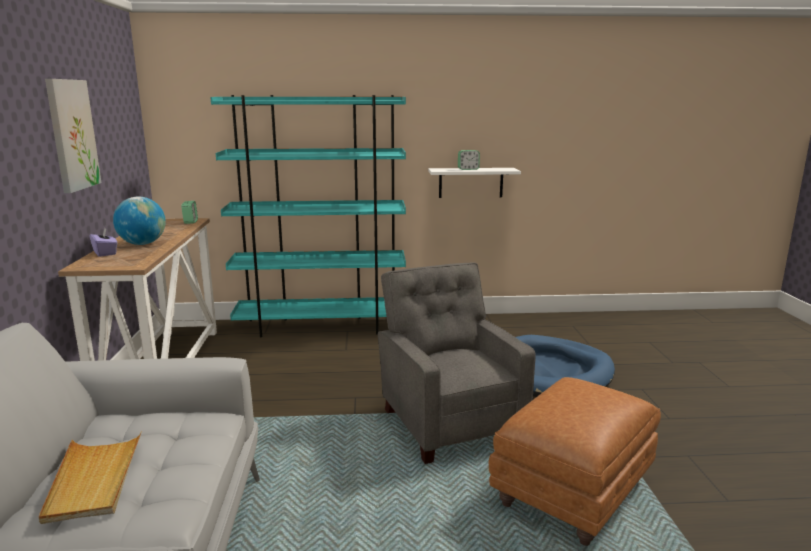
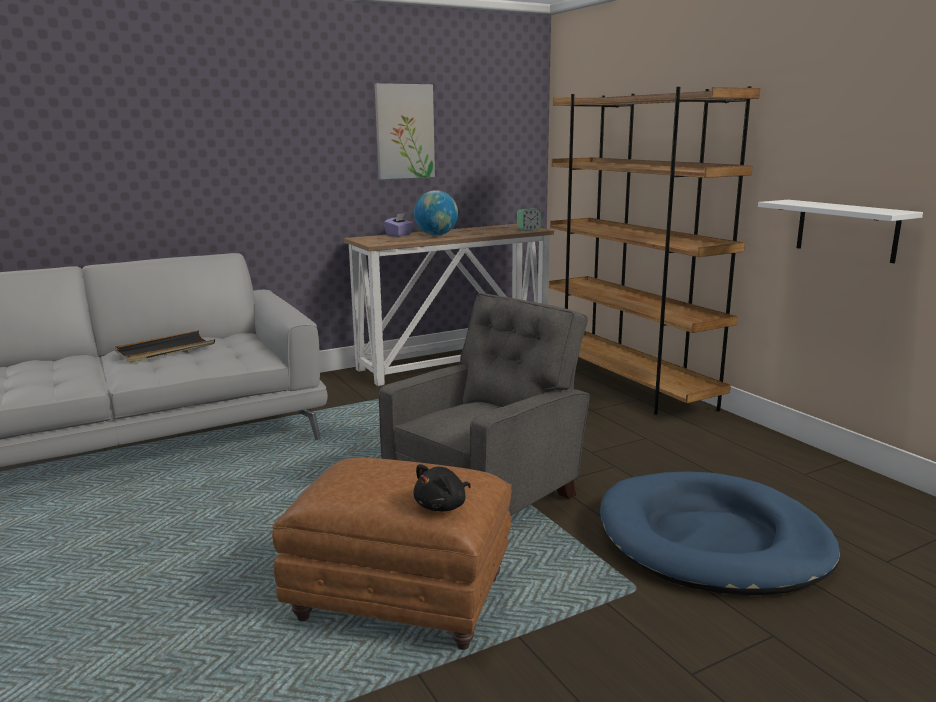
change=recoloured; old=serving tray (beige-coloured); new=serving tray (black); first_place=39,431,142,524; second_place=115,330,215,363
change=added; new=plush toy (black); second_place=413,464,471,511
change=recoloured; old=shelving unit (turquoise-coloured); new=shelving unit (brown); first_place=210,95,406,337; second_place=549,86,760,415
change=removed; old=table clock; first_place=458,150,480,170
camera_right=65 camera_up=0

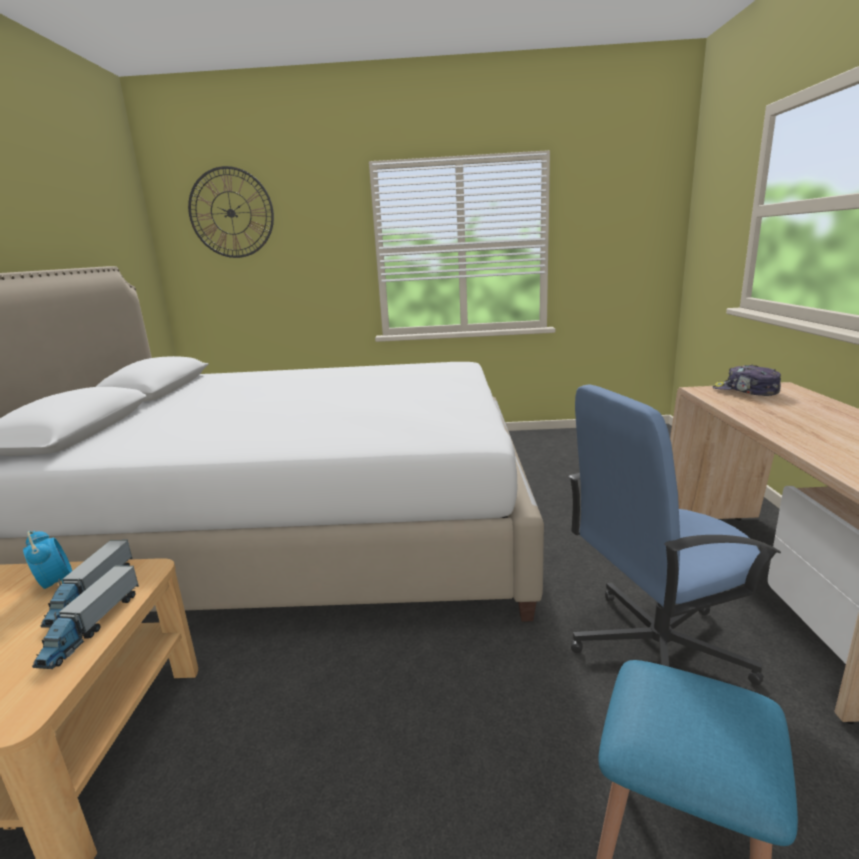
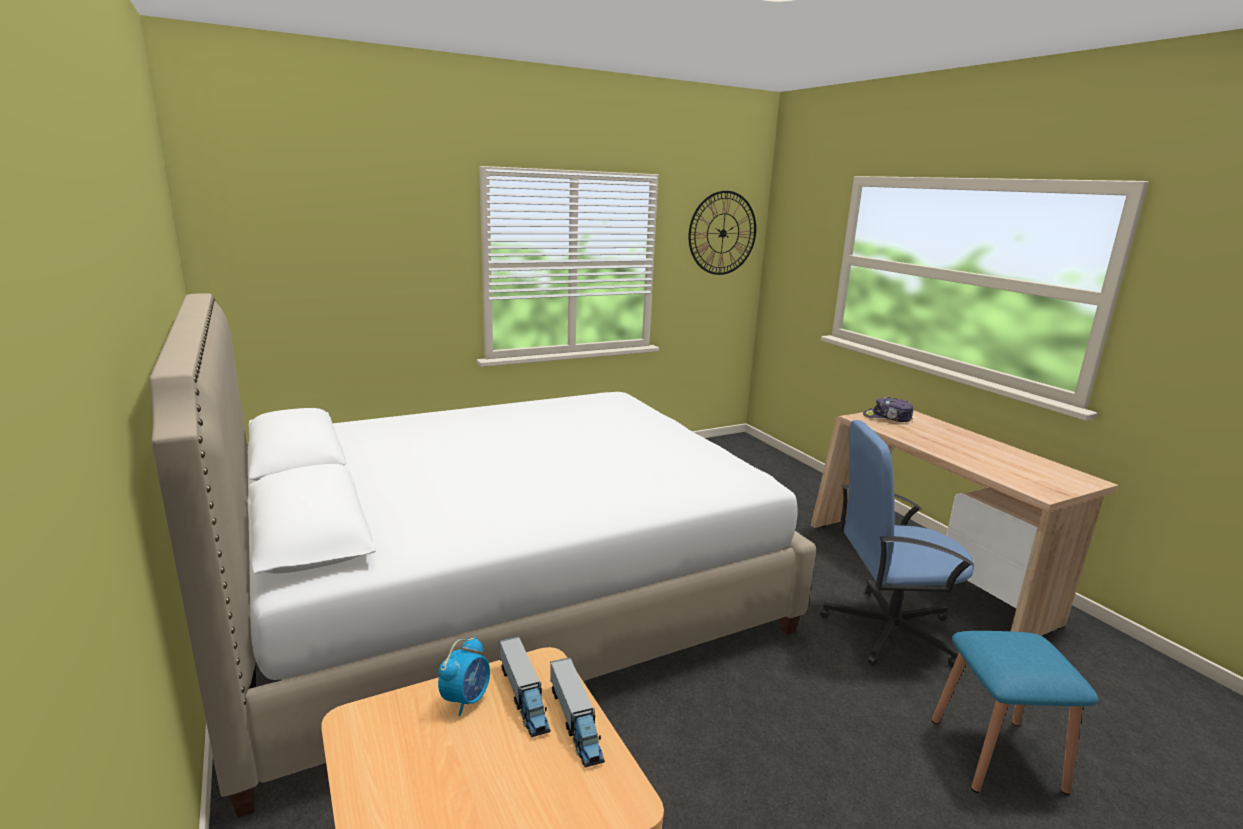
change=turned; old=table clock; first_place=23,531,72,589; second_place=438,636,490,716; degrees=90
change=moved; old=hanging clock; first_place=188,166,274,258; second_place=688,191,756,275
change=turned; old=office chair (blue-coloured); first_place=568,384,781,685; second_place=820,420,974,668; degrees=45
camera_right=-30 camera_up=0

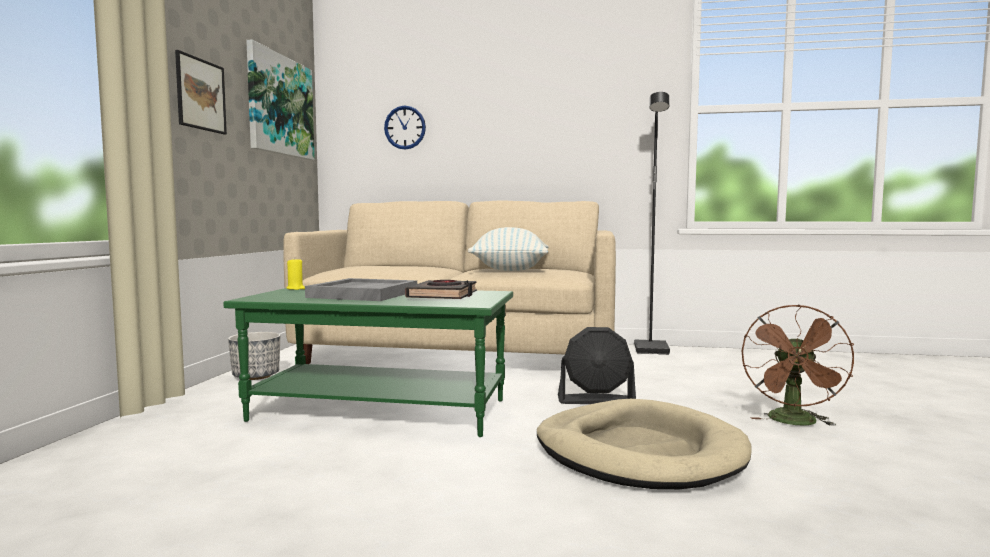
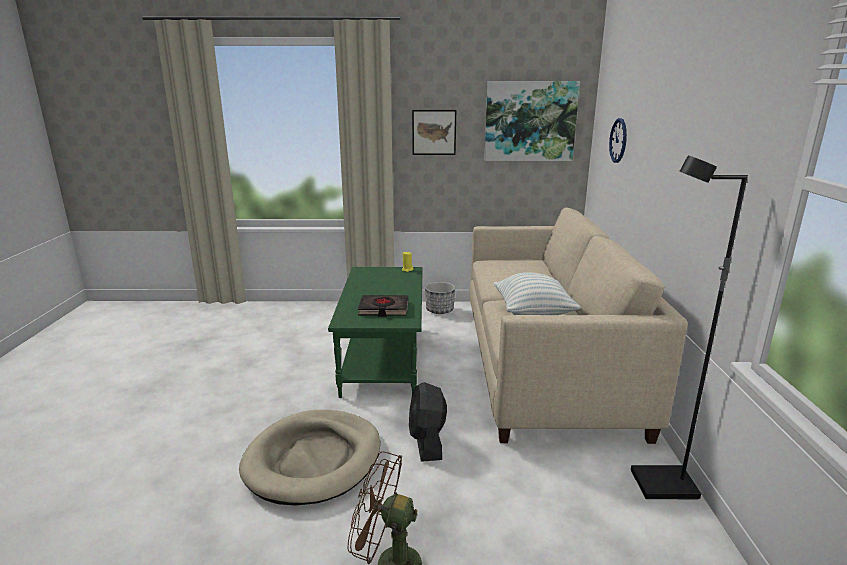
change=removed; old=serving tray (gray); first_place=305,278,417,301
camera_right=80 camera_up=15

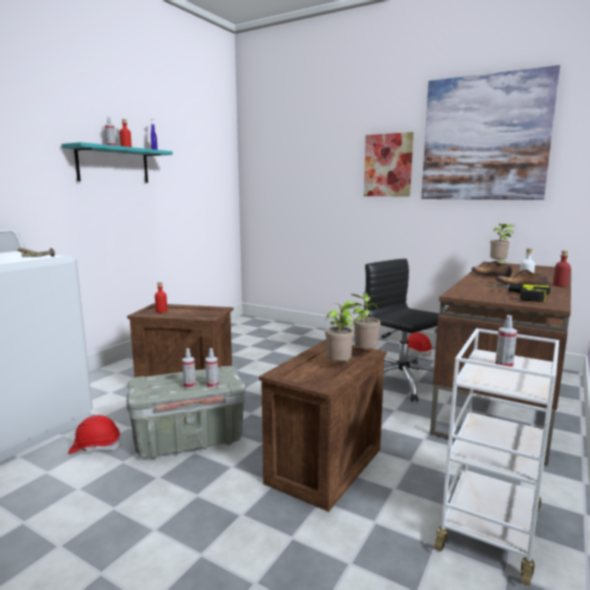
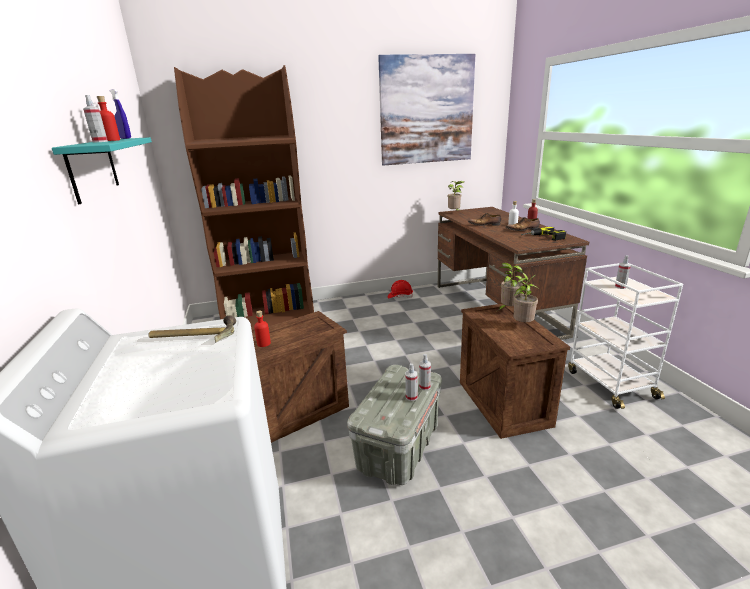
change=added; new=shelving unit (brown); second_place=174,65,314,331
change=removed; old=safety helmet (red); first_place=68,415,122,454
change=removed; old=wall art; first_place=364,132,414,196
change=removed; old=office chair (black); first_place=364,259,440,402
camera_right=-45 camera_up=10

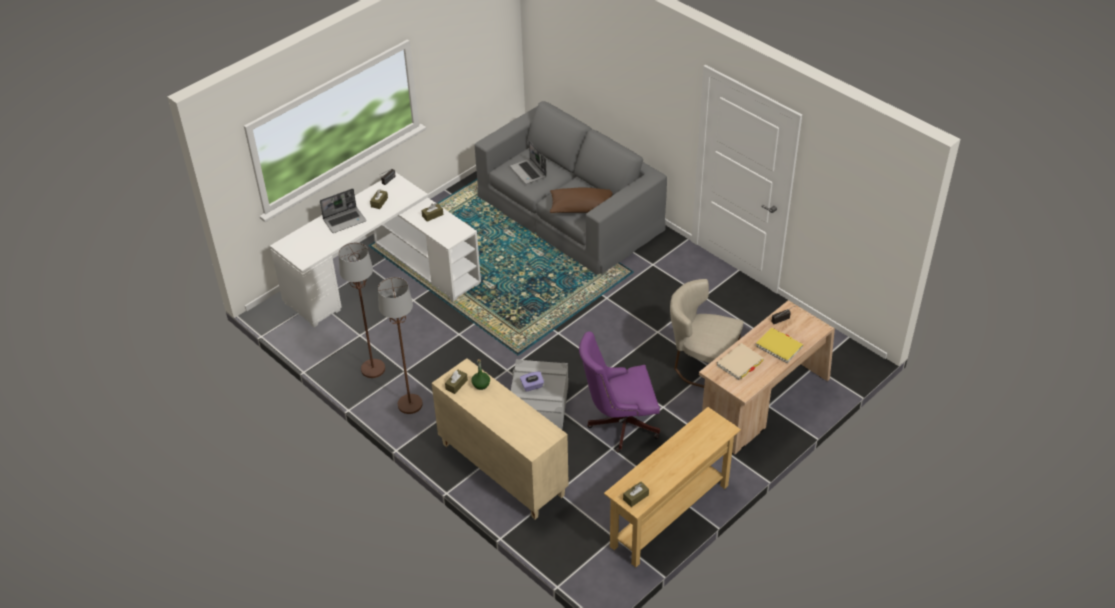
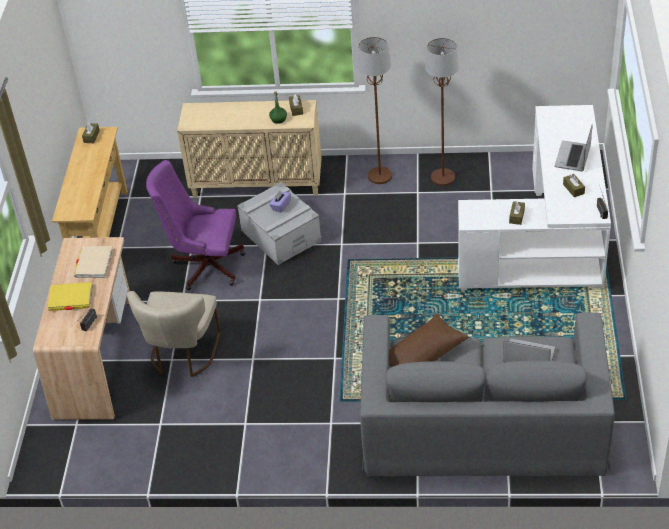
change=turned; old=plain chair (beige-coloured); first_place=670,279,743,388; second_place=127,291,221,377; degrees=120
change=turned; old=office chair (purplish); first_place=579,331,660,452; second_place=146,160,246,290; degrees=-120
camera_right=140 camera_up=0

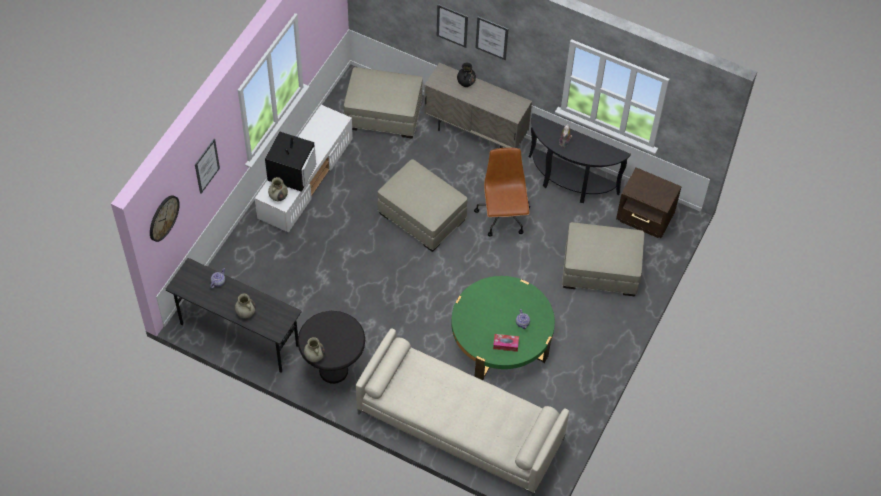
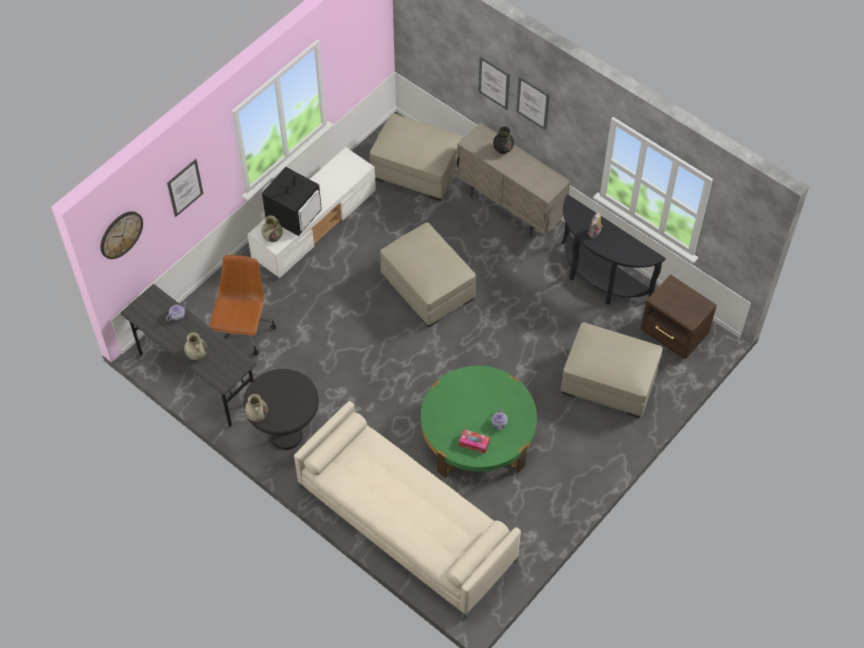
change=moved; old=office chair (brown); first_place=474,147,530,236; second_place=209,255,276,356
camera_right=15 camera_up=0

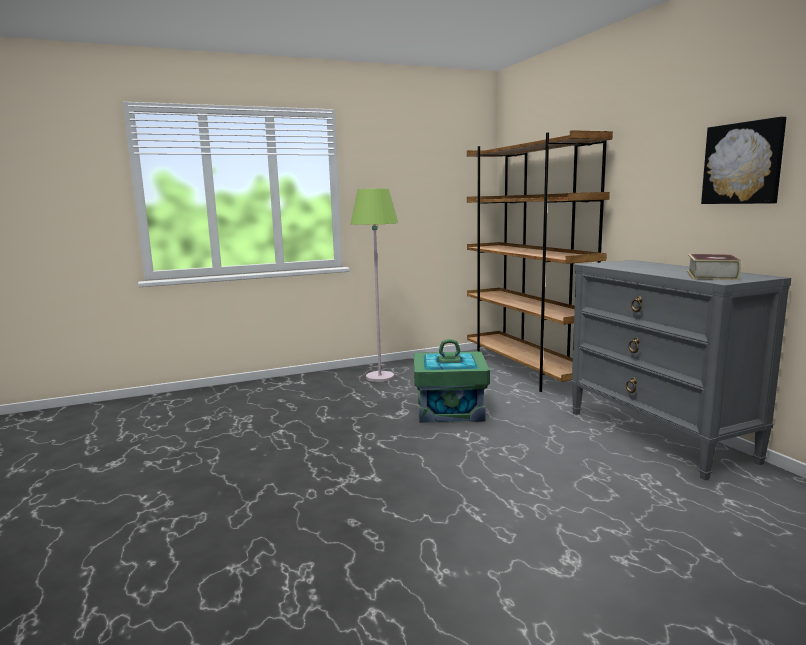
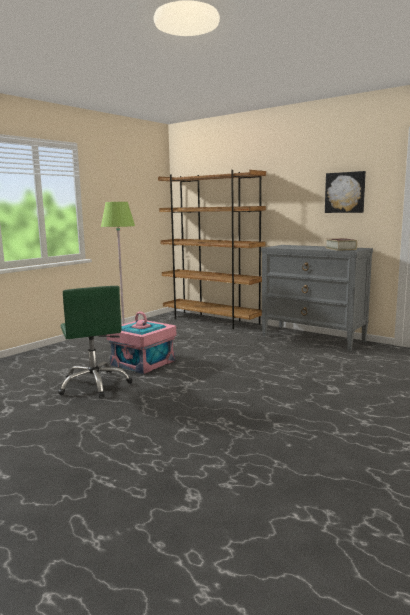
change=added; new=office chair (green-coloured); second_place=58,286,133,398
change=added; new=storage container (pink); second_place=107,311,176,374
change=removed; old=storage container (green-coloured); first_place=414,339,490,423
camera_right=-30 camera_up=0

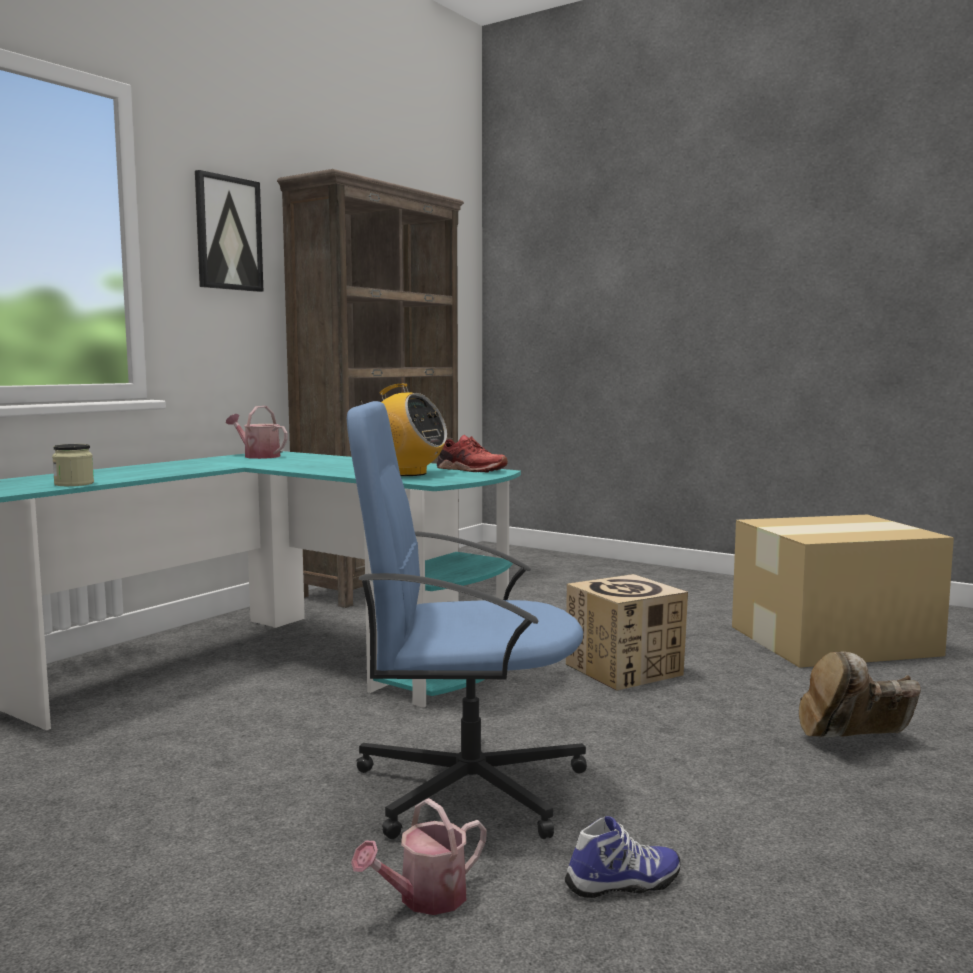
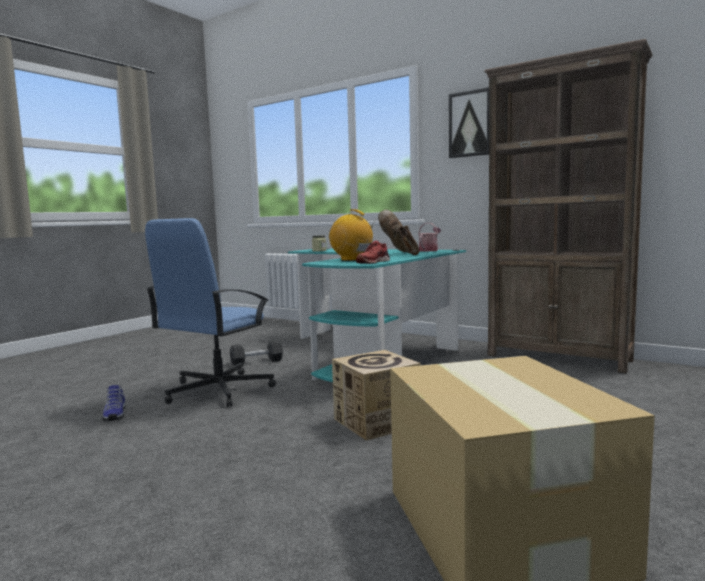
change=turned; old=office chair (blue-coloured); first_place=347,401,587,839; second_place=145,218,276,407; degrees=-150
change=added; new=hand weight (black); second_place=230,340,283,366
change=turned; old=radio; first_place=360,384,447,476; second_place=329,209,376,261; degrees=105
change=moved; old=boot (brown); first_place=799,652,921,737; second_place=378,210,419,255
change=removed; old=sprinkling can; first_place=351,798,487,915
camera_right=90 camera_up=0

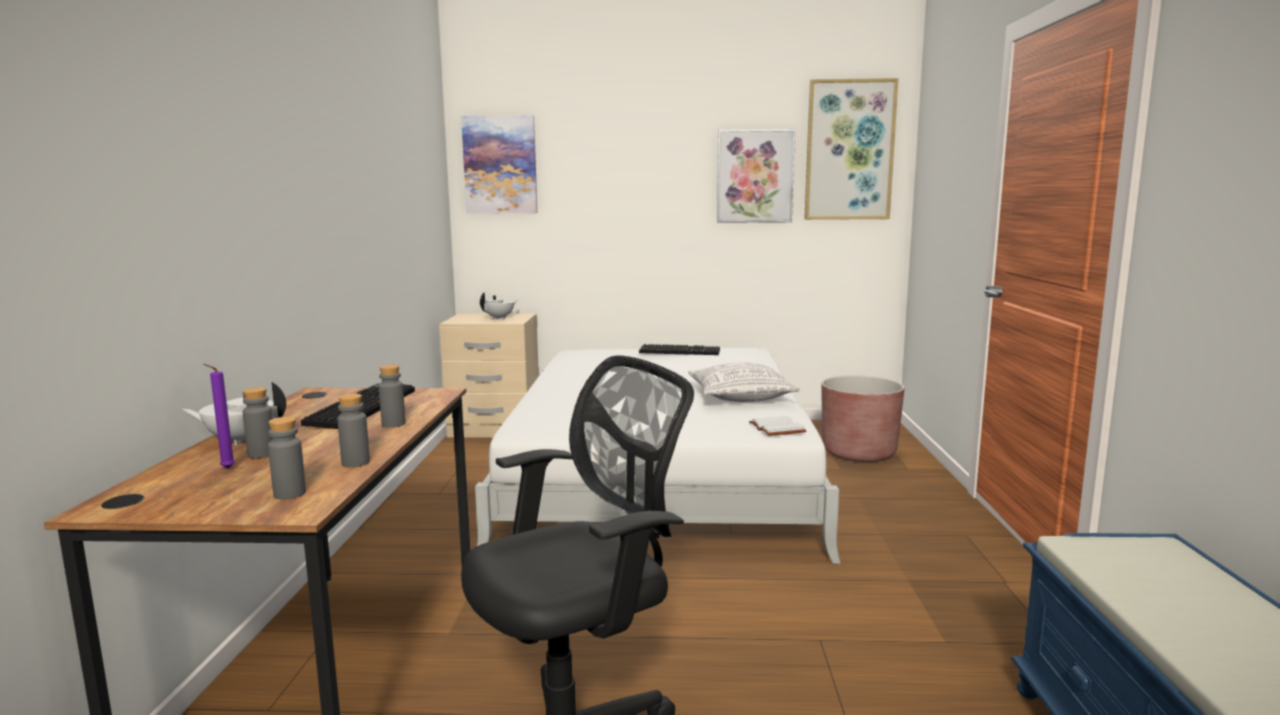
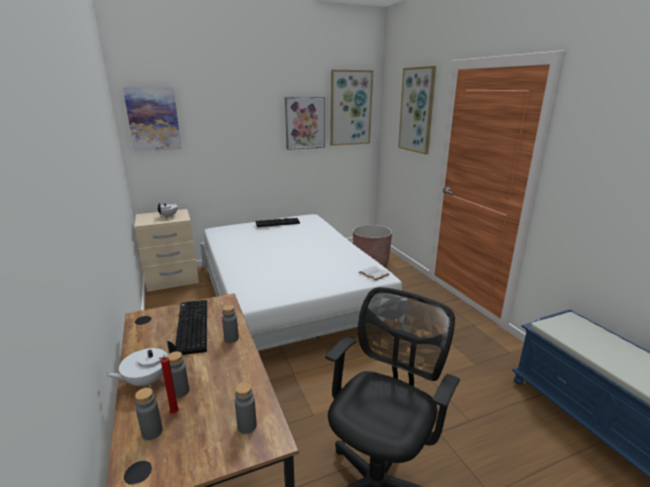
change=moved; old=bottle (gray); first_place=337,394,370,467; second_place=135,388,163,440
change=recoloured; old=wax candle (purplish); new=wax candle (red); first_place=203,364,235,469; second_place=159,357,179,414
change=added; new=wall art; second_place=398,66,436,154
change=removed; old=throw pillow; first_place=688,362,800,402
camera_right=-25 camera_up=10

